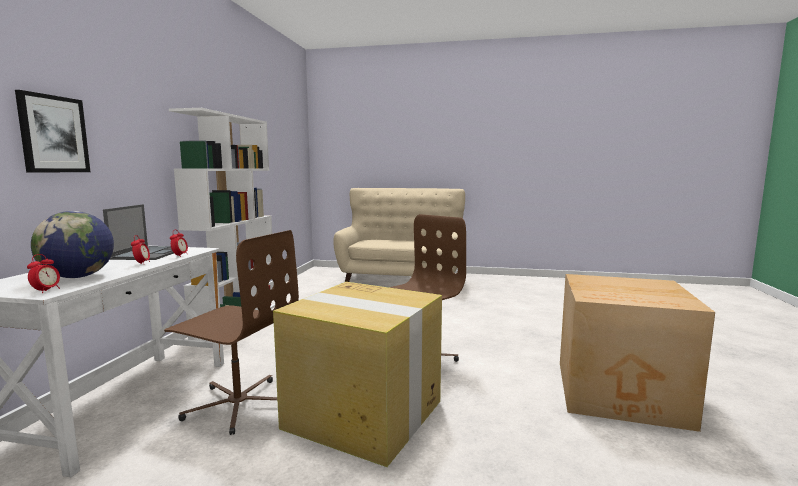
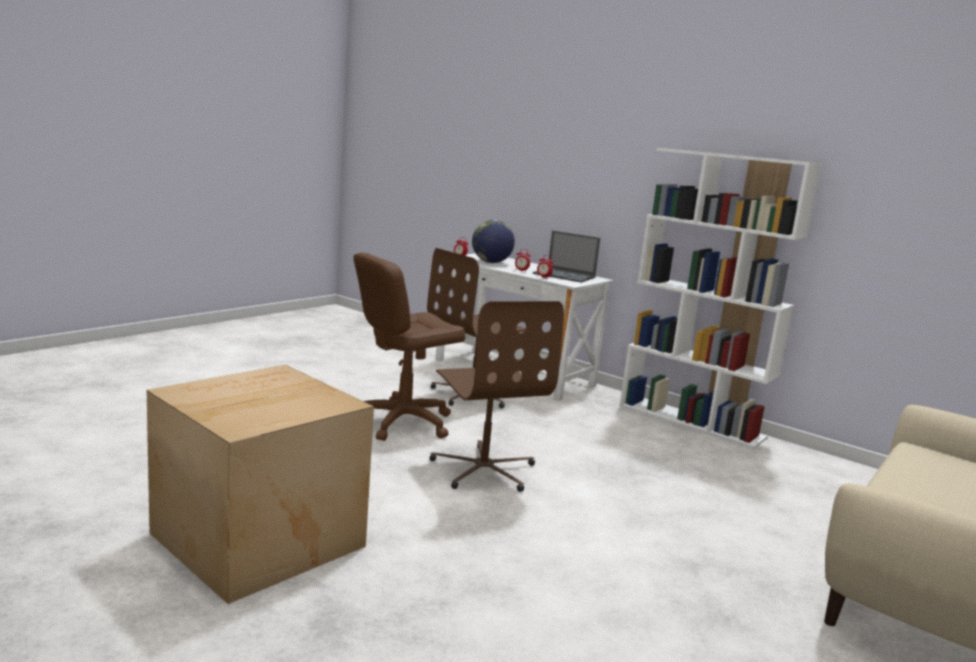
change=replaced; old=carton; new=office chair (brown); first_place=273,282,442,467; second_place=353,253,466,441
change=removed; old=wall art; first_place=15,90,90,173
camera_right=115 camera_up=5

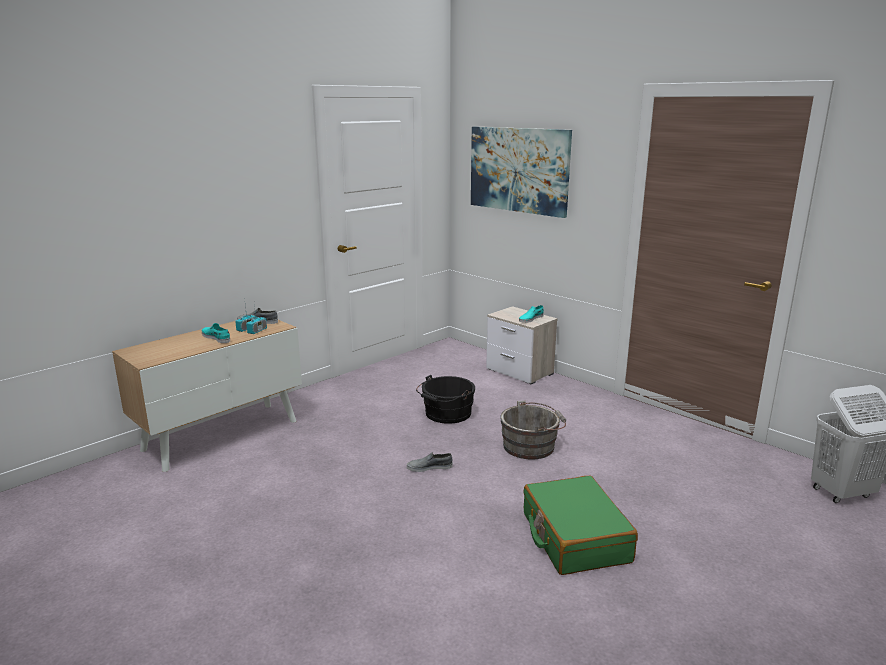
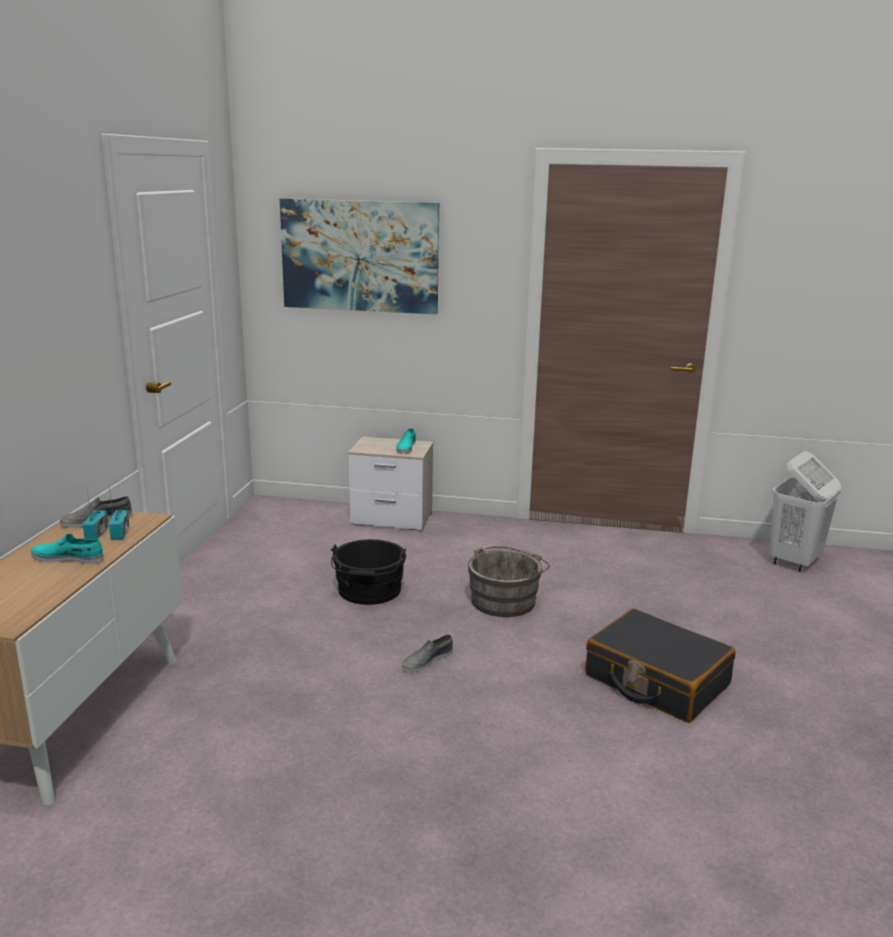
change=recoloured; old=piece of luggage (green-coloured); new=piece of luggage (black); first_place=523,475,638,575; second_place=585,608,736,723
camera_right=-35 camera_up=0

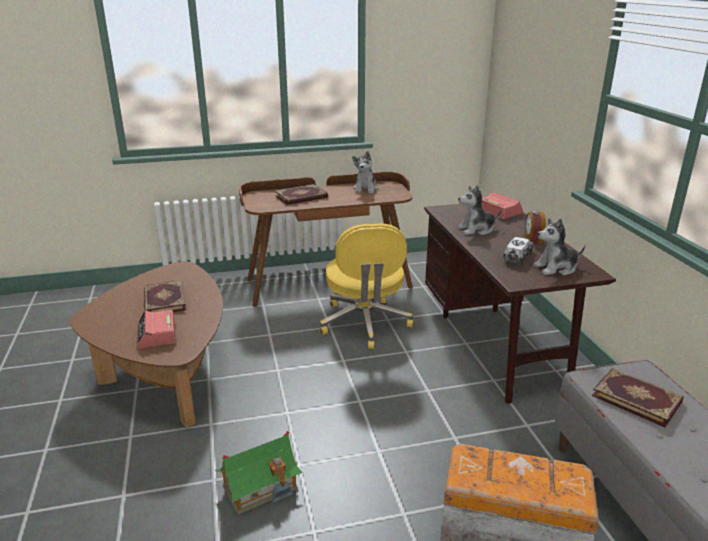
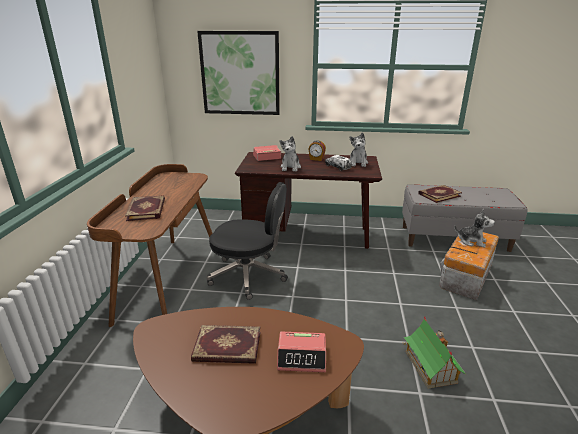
change=added; new=wall art; second_place=197,31,280,115
change=recoloured; old=office chair (yellow); new=office chair (black); first_place=319,223,413,349; second_place=206,182,288,300
change=moved; old=plush toy; first_place=352,151,378,194; second_place=454,209,495,248
camera_right=-70 camera_up=0

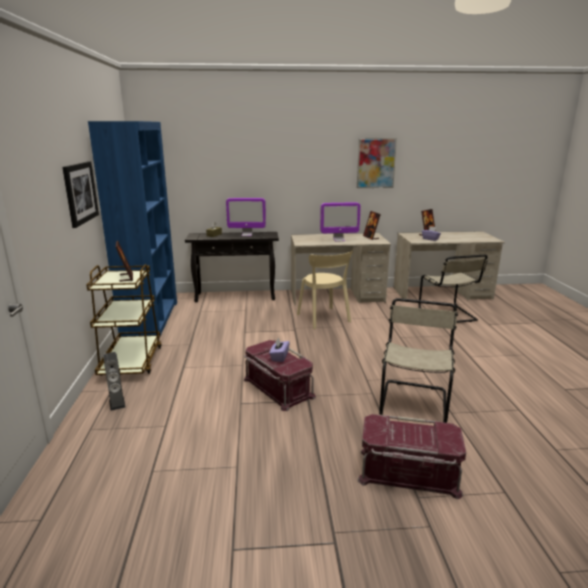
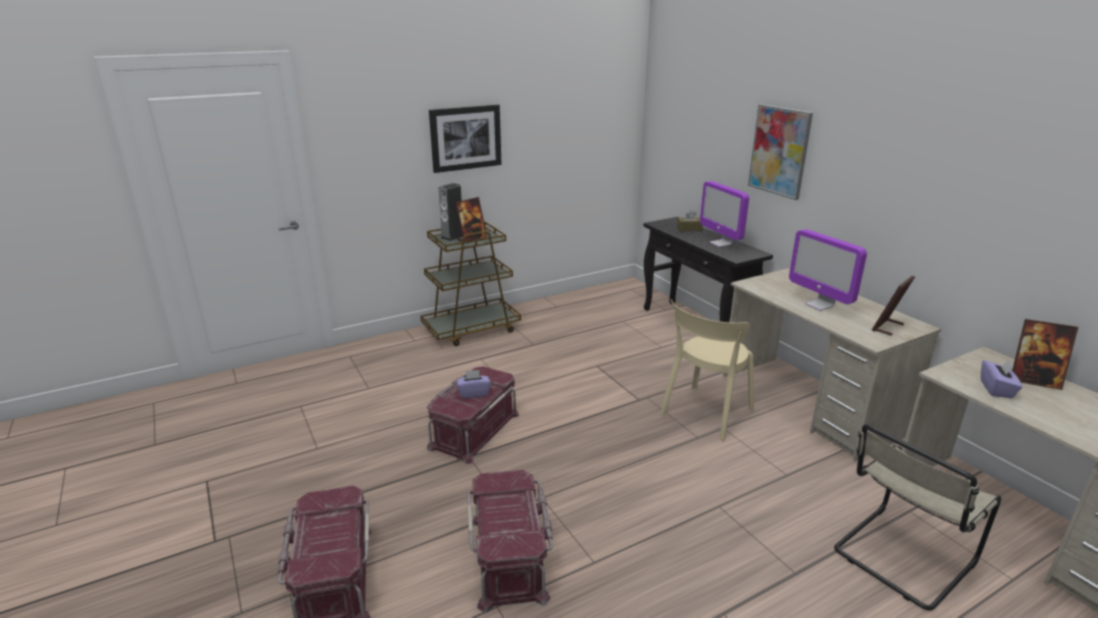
change=moved; old=audio speaker; first_place=103,352,126,411; second_place=439,183,463,241
change=replaced; old=plain chair (beige-coloured); new=storage container (red); first_place=379,298,458,423; second_place=467,470,553,613
change=moved; old=wall art; first_place=357,138,397,188; second_place=748,104,813,200
change=removed; old=shelving unit (blue-coloured); first_place=88,121,177,336
camera_right=65 camera_up=5

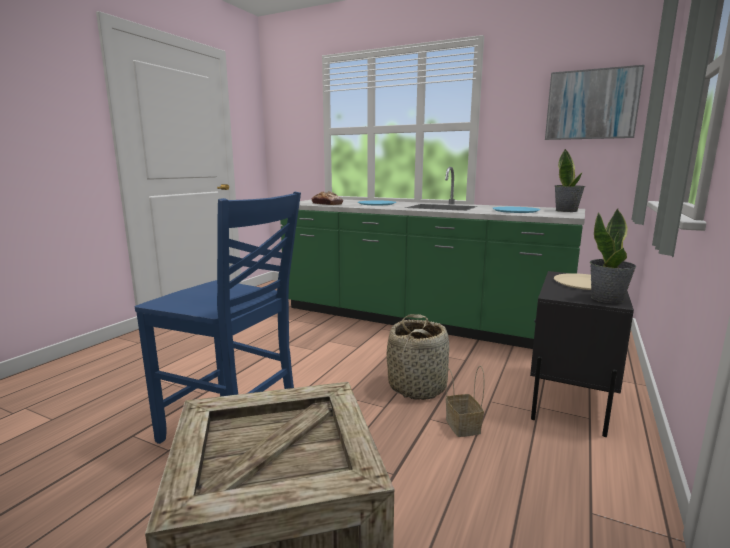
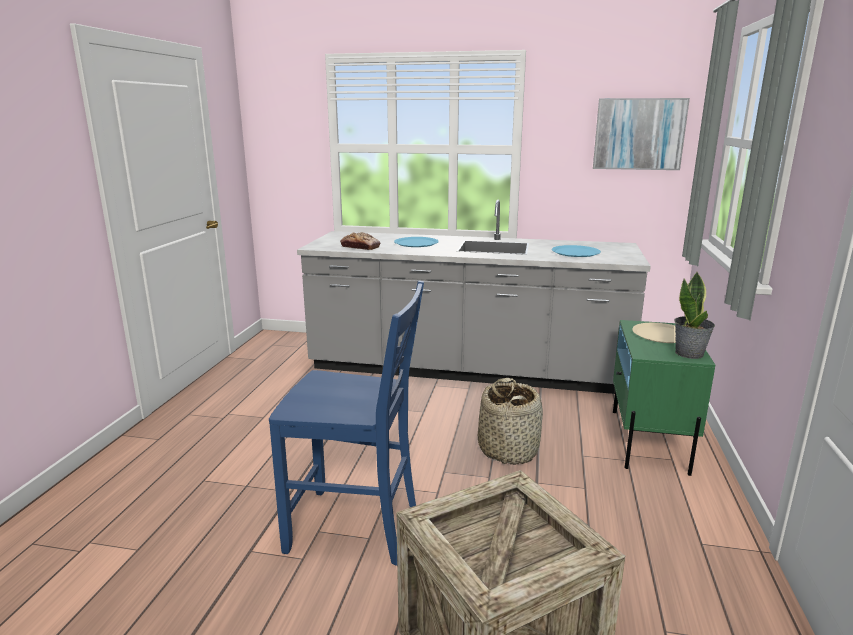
change=recoloured; old=counter (green-coloured); new=counter (gray); first_place=280,167,585,349; second_place=297,200,651,394
change=recoloured; old=bedside table (black); new=bedside table (green-coloured); first_place=530,271,634,437; second_place=613,320,715,476
change=removed; old=household basket; first_place=446,366,484,437
change=removed; old=plant in a pot; first_place=555,149,585,212
camera_right=-15 camera_up=5

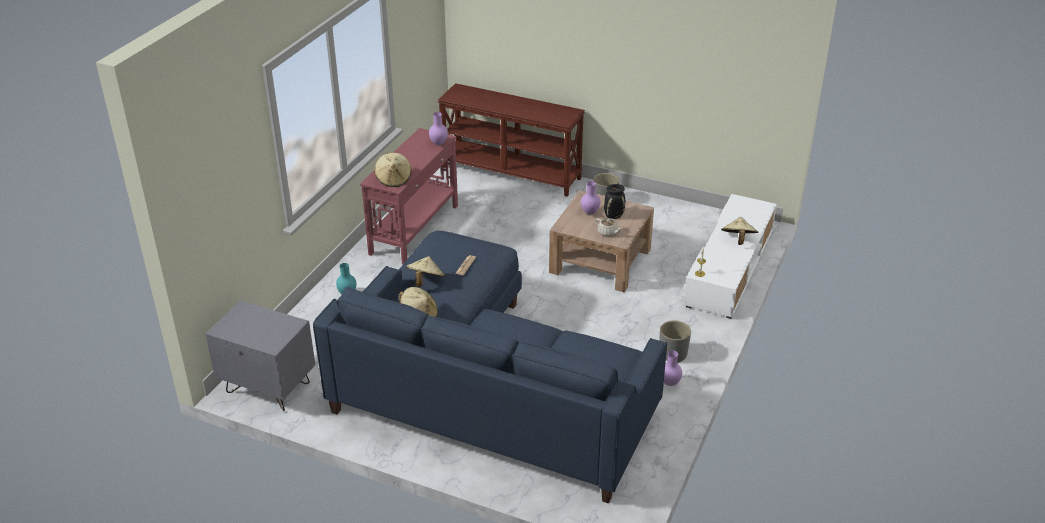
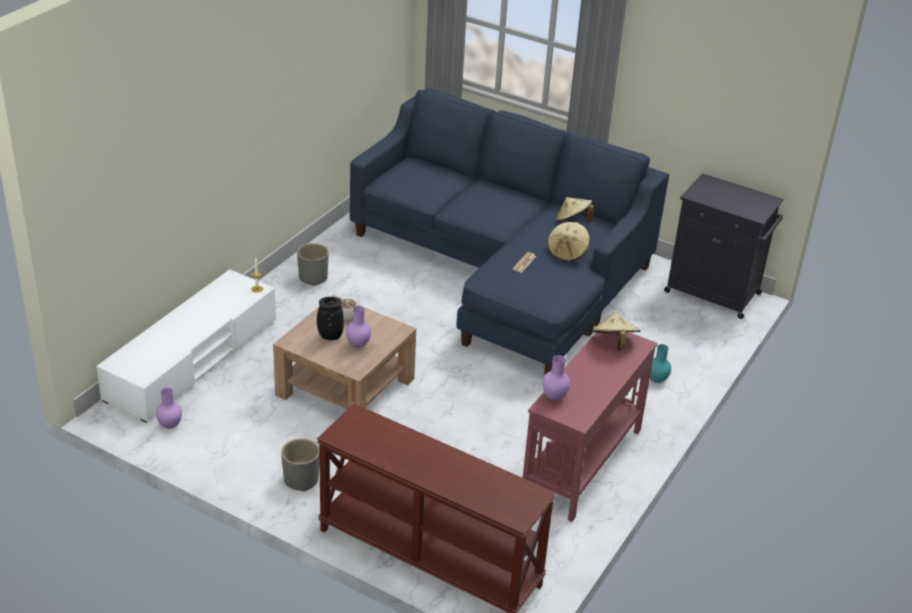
change=moved; old=decorative vase (purplish); first_place=664,350,682,386; second_place=156,388,182,429
change=replaced; old=bedside table (gray); new=cabinet (black); first_place=205,300,315,411; second_place=664,173,783,319
change=removed; old=wearable hat (beige-coloured); first_place=721,217,758,245
camera_right=-175 camera_up=0

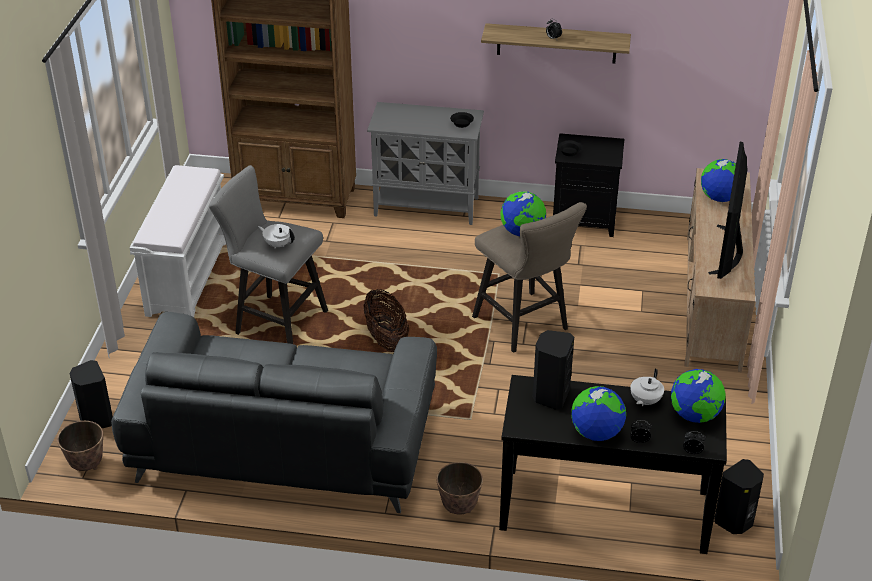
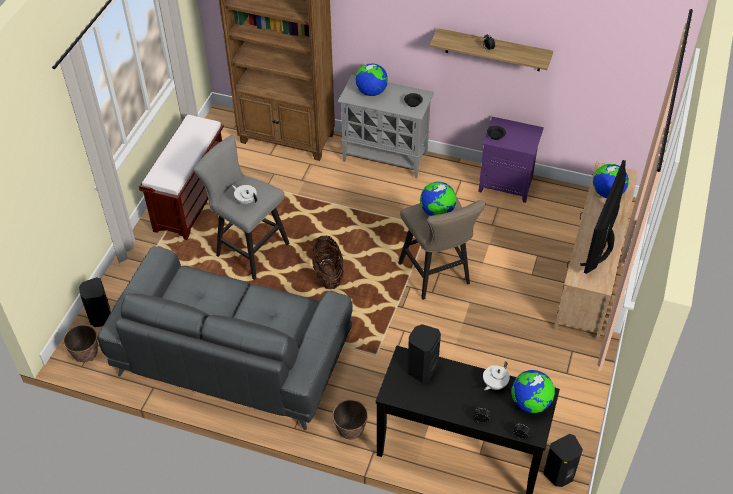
change=recoloured; old=indoor bench (white); new=indoor bench (brown); first_place=130,165,226,317; second_place=139,114,224,240
change=moved; old=desk globe; first_place=571,386,626,441; second_place=356,63,388,96
change=recoloured; old=bedside table (black); new=bedside table (purplish); first_place=553,133,624,237; second_place=478,117,544,203
camera_right=10 camera_up=10

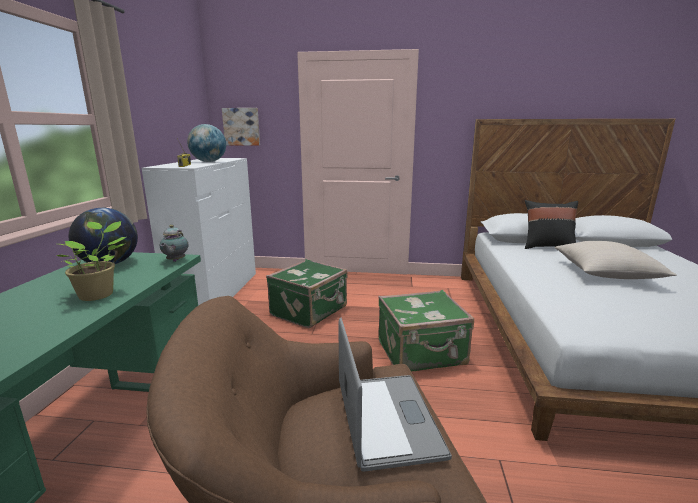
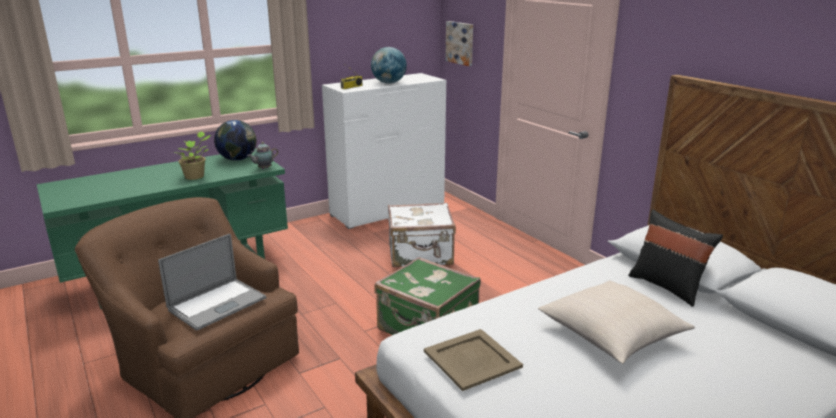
change=recoloured; old=piece of luggage (green-coloured); new=piece of luggage (white); first_place=266,259,347,328; second_place=388,203,456,267
change=added; new=serving tray (beige-coloured); second_place=424,329,523,391
camera_right=50 camera_up=5

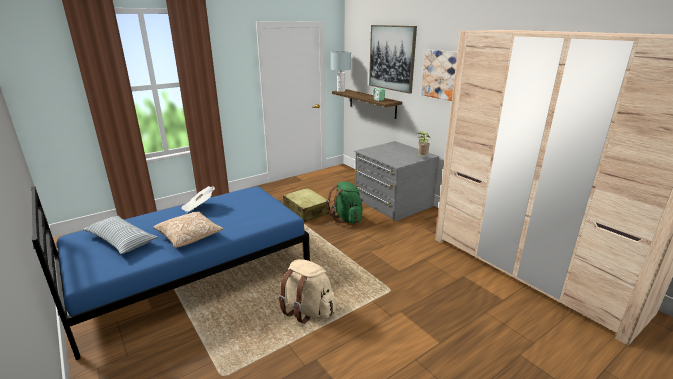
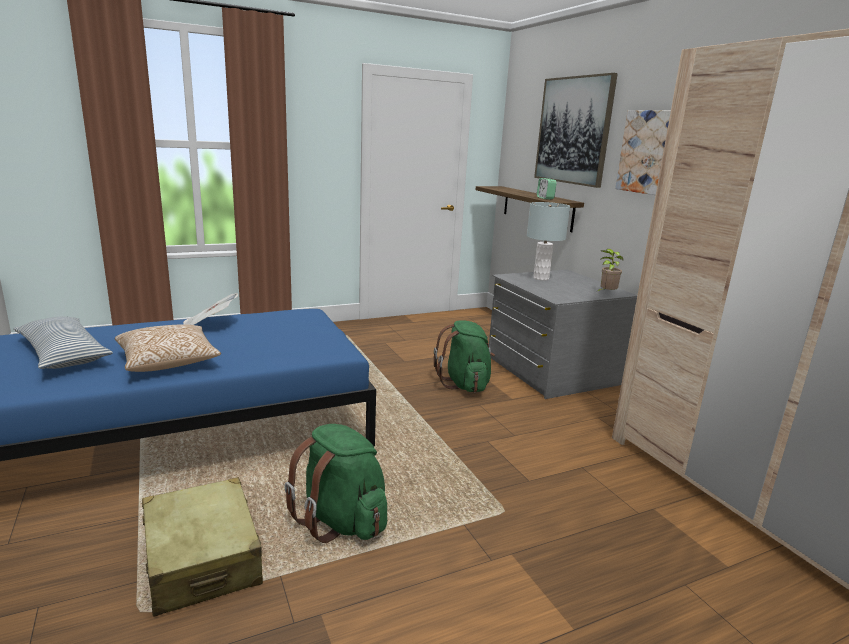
change=moved; old=piece of luggage (beige-coloured); first_place=283,188,329,222; second_place=142,477,263,617
change=recoloured; old=knapsack (beige-coloured); new=knapsack (green-coloured); first_place=279,259,336,324; second_place=284,424,387,543
change=moved; old=lamp for a table (gray); first_place=331,51,351,92; second_place=527,202,570,280
camera_right=10 camera_up=-5

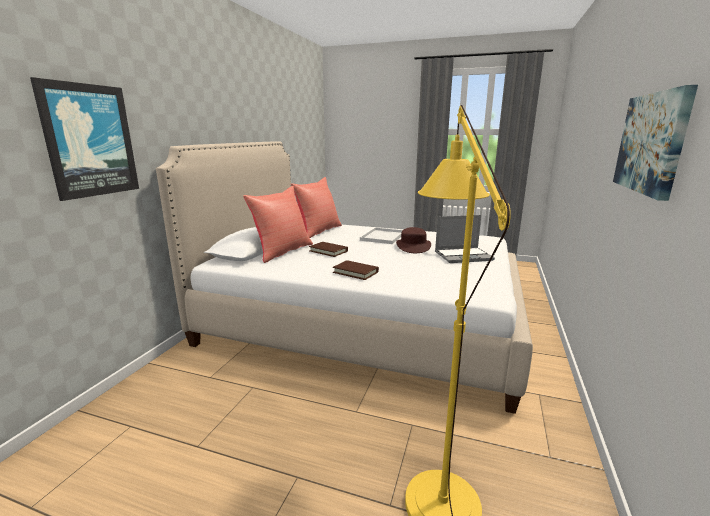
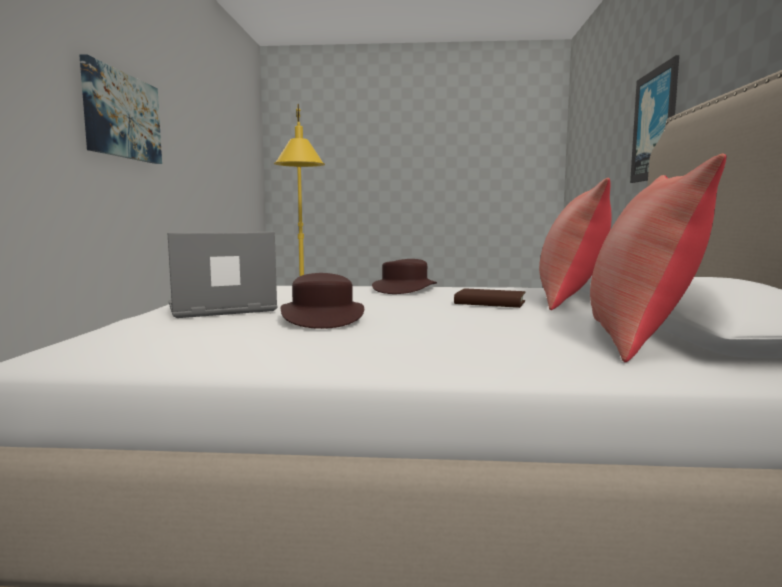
change=replaced; old=book (brown); new=wearable hat (brown); first_place=333,260,379,280; second_place=372,259,437,294
change=removed; old=serving tray (white); first_place=360,228,403,244
camera_right=165 camera_up=-10

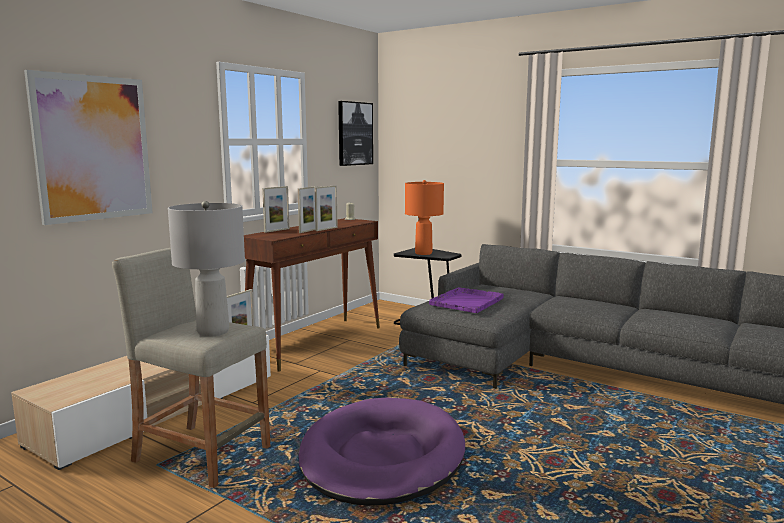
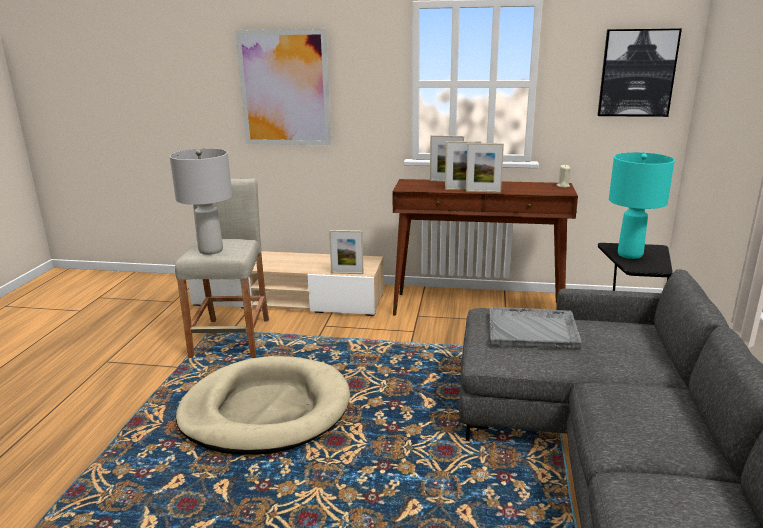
change=recoloured; old=dog bed (purplish); new=dog bed (beige-coloured); first_place=298,398,465,506; second_place=176,356,350,455
change=recoloured; old=serving tray (purplish); new=serving tray (gray); first_place=429,287,504,313; second_place=489,307,582,349
change=recoloured; old=lamp for a table (orange); new=lamp for a table (turquoise-coloured); first_place=405,180,444,255; second_place=609,152,675,259
camera_right=65 camera_up=10

